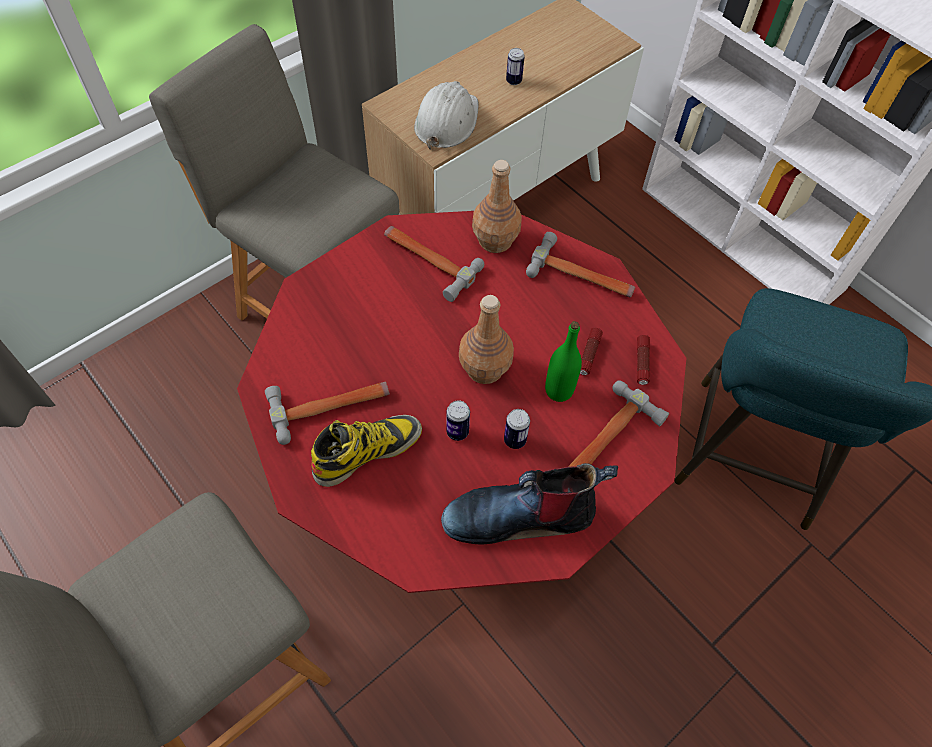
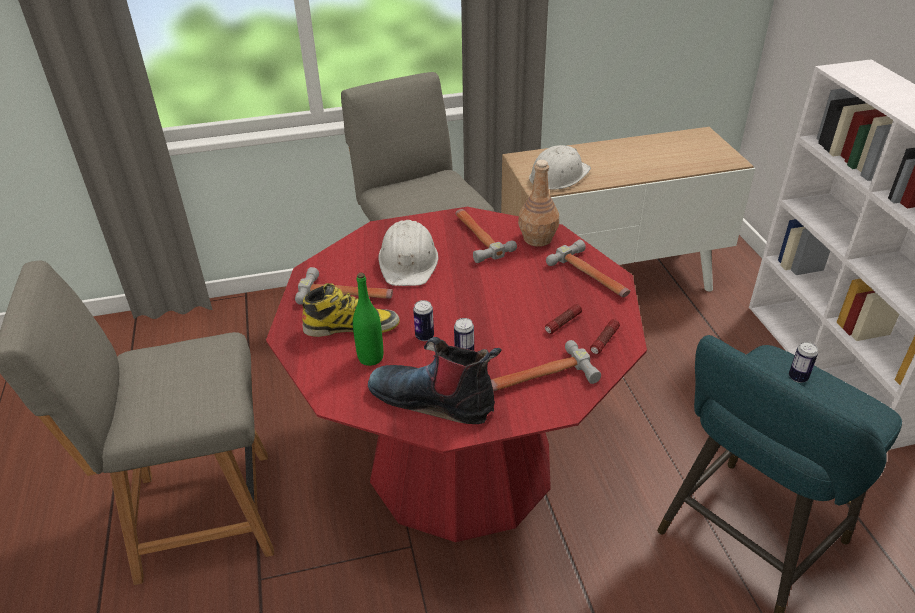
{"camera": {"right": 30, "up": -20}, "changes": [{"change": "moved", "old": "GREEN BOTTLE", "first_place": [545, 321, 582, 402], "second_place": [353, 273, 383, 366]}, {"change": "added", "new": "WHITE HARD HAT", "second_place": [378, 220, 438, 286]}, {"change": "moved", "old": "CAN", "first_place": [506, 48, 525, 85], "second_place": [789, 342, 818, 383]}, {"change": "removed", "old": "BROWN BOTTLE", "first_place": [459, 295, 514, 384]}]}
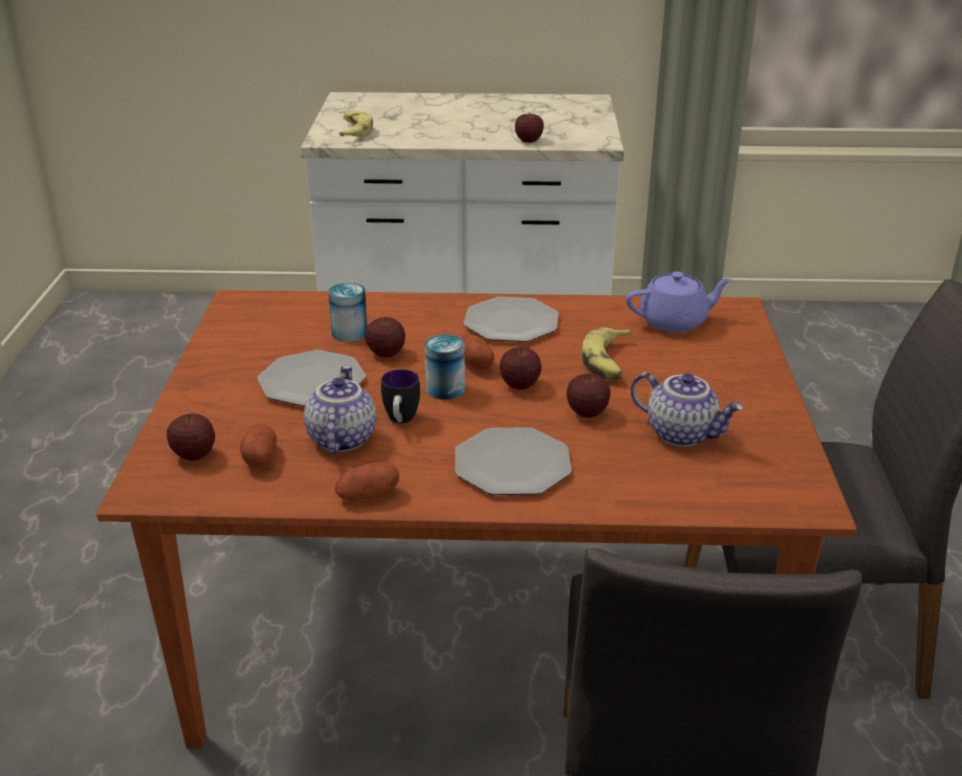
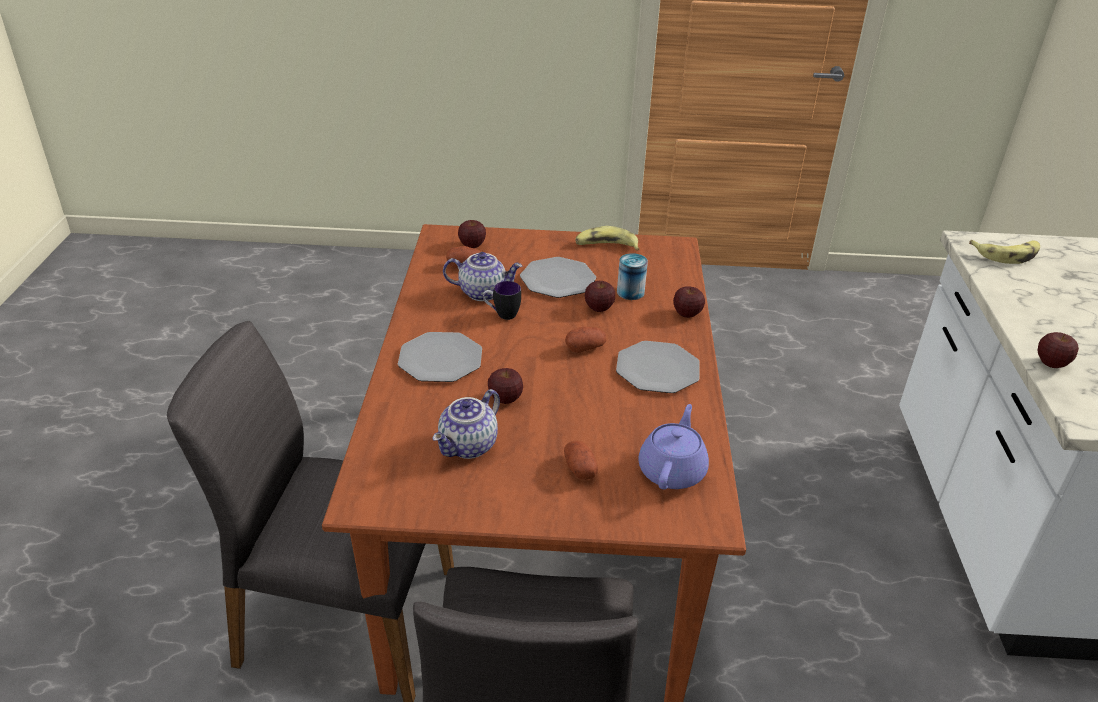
{"camera": {"right": 90, "up": 5}, "changes": [{"change": "moved", "old": "POTATO", "first_place": [335, 462, 399, 500], "second_place": [564, 441, 598, 480]}, {"change": "moved", "old": "BANANA", "first_place": [582, 327, 631, 381], "second_place": [575, 226, 639, 250]}, {"change": "turned", "old": "PURPLE TEAPOT", "first_place": [626, 272, 733, 332], "second_place": [638, 404, 709, 490], "degrees": -150}, {"change": "moved", "old": "APPLE", "first_place": [499, 347, 542, 390], "second_place": [673, 286, 705, 318]}, {"change": "removed", "old": "CAN", "first_place": [425, 334, 465, 400]}]}
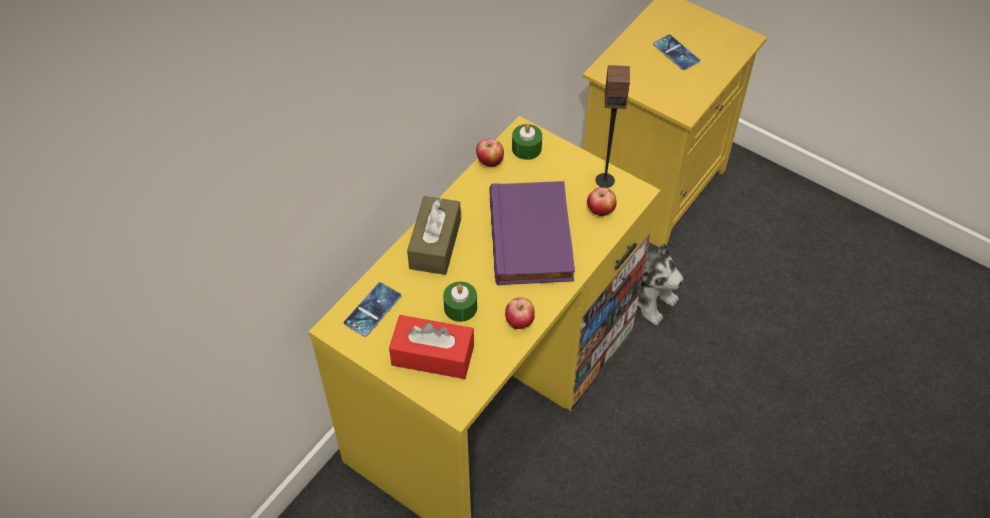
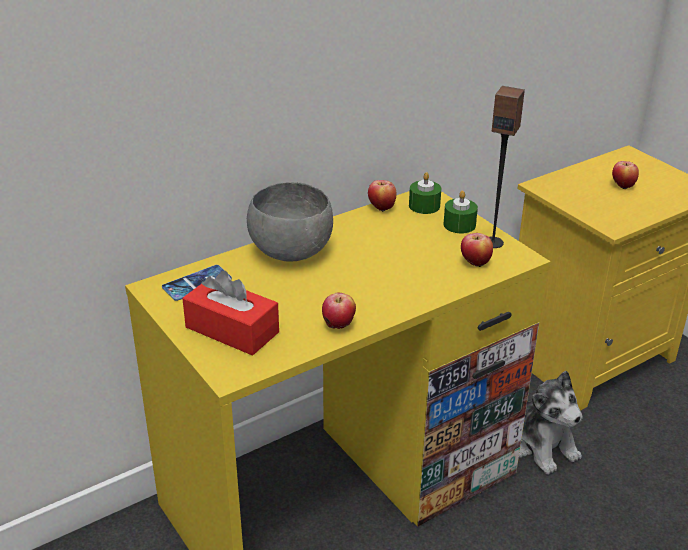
{"camera": {"right": 20, "up": -20}, "changes": [{"change": "replaced", "old": "BROWN TISSUE BOX", "new": "GREY BOWL", "first_place": [407, 196, 461, 275], "second_place": [247, 182, 333, 262]}, {"change": "moved", "old": "GREEN CANDLE", "first_place": [443, 282, 477, 322], "second_place": [443, 191, 478, 233]}, {"change": "replaced", "old": "PHONE", "new": "APPLE", "first_place": [653, 35, 700, 70], "second_place": [612, 161, 639, 189]}, {"change": "removed", "old": "PURPLE BOOK", "first_place": [489, 181, 575, 285]}]}
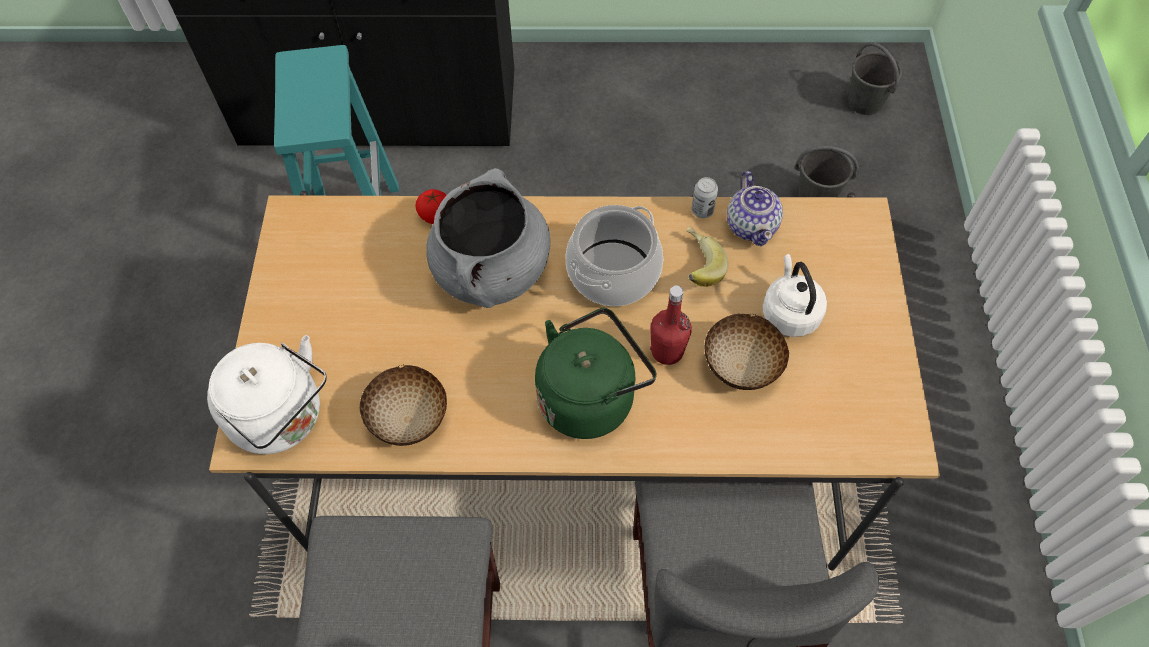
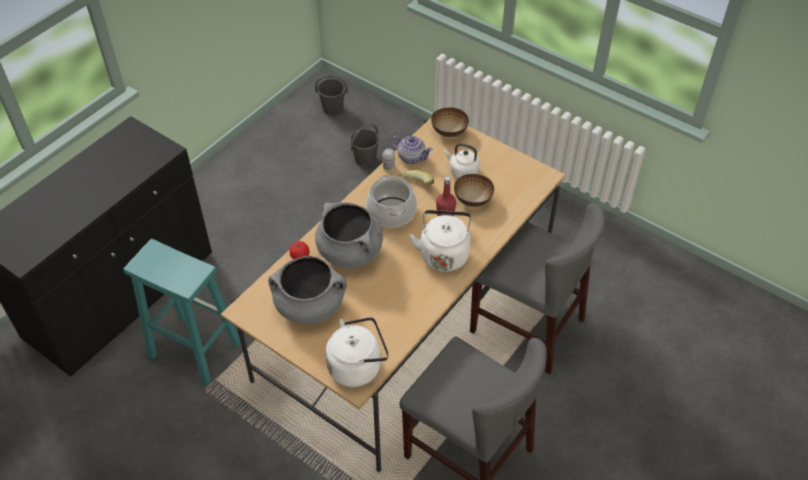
{"camera": {"right": -55, "up": -10}, "changes": [{"change": "added", "new": "GREY COOKING POT", "second_place": [268, 256, 347, 324]}, {"change": "recoloured", "old": "GREEN KETTLE", "new": "WHITE KETTLE", "first_place": [535, 308, 657, 439], "second_place": [410, 210, 471, 272]}, {"change": "moved", "old": "BOWL", "first_place": [360, 365, 447, 446], "second_place": [431, 108, 469, 137]}]}
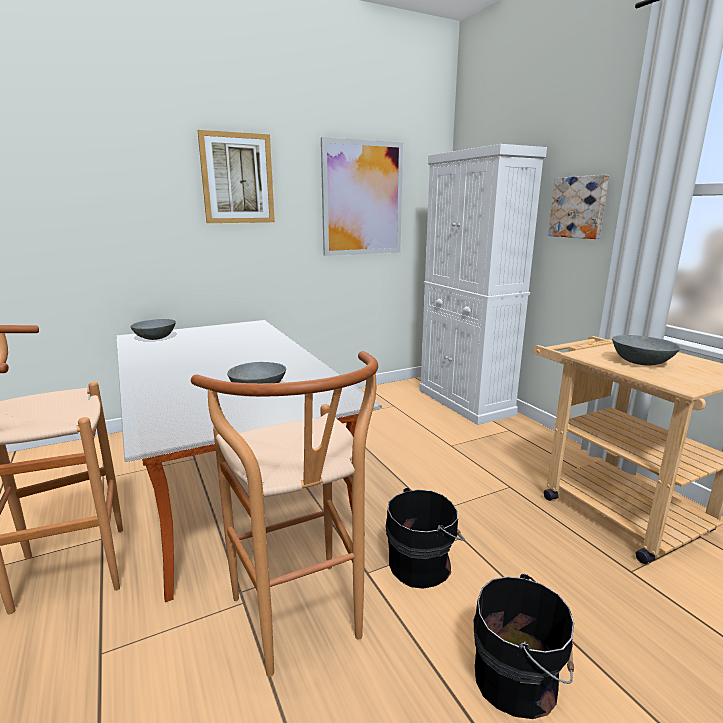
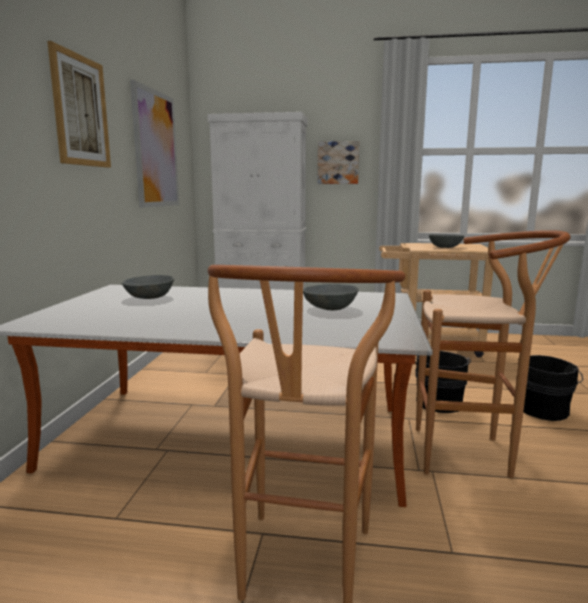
{"camera": {"right": -55, "up": -5}, "changes": [{"change": "moved", "old": "GREY BOWL", "first_place": [131, 319, 176, 340], "second_place": [122, 275, 174, 299]}]}
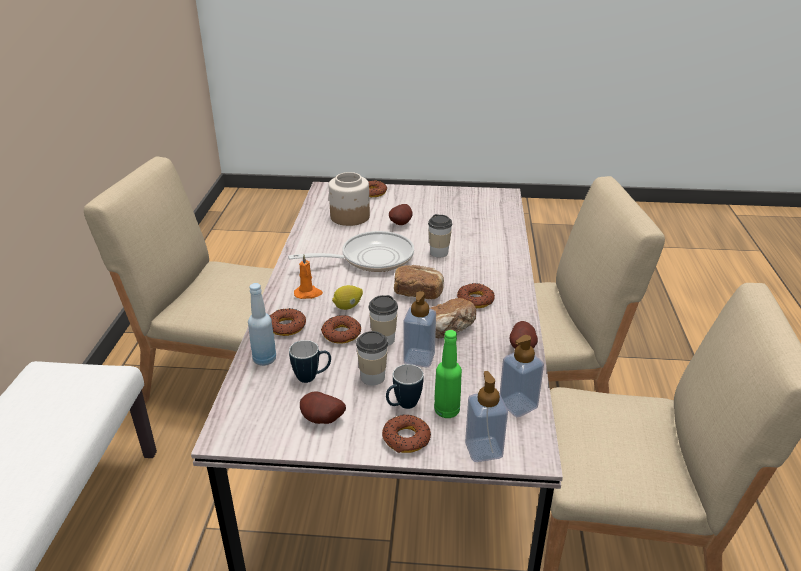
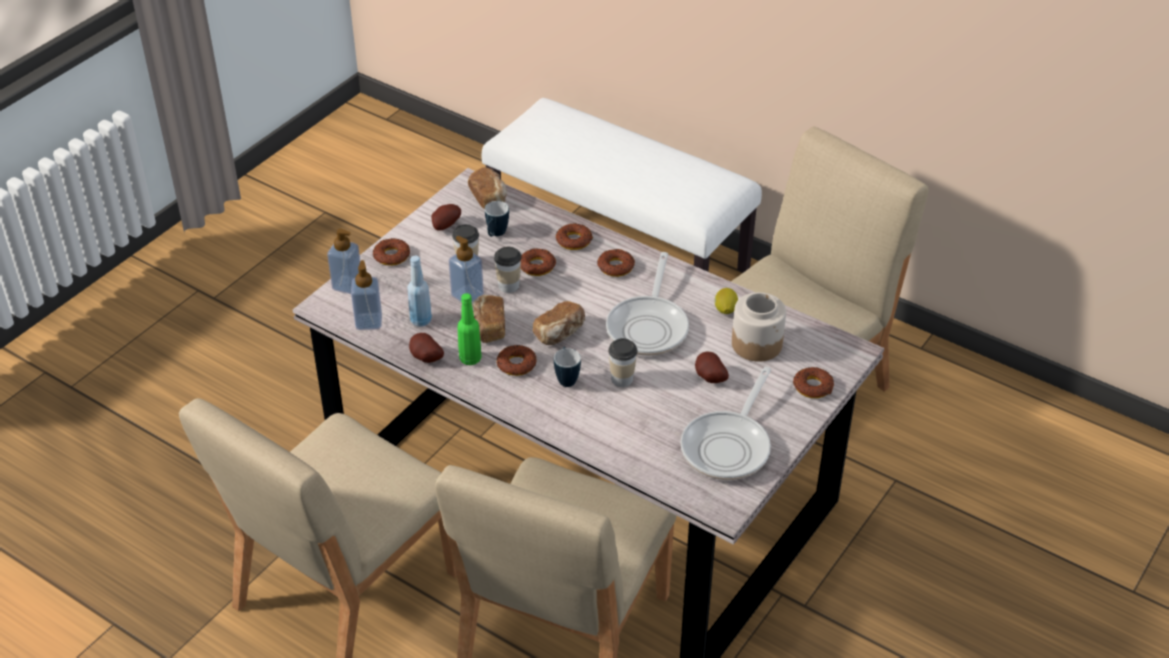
{"camera": {"right": 120, "up": 10}, "changes": [{"change": "moved", "old": "BLUE BOTTLE", "first_place": [248, 283, 276, 366], "second_place": [407, 255, 432, 327]}, {"change": "moved", "old": "GREEN BOTTLE", "first_place": [434, 330, 462, 418], "second_place": [457, 293, 482, 365]}, {"change": "added", "new": "BREAD", "second_place": [468, 167, 507, 209]}, {"change": "moved", "old": "MUG", "first_place": [386, 364, 424, 409], "second_place": [554, 347, 581, 387]}, {"change": "replaced", "old": "ORANGE CANDLE", "new": "DONUT", "first_place": [294, 255, 323, 299], "second_place": [597, 249, 635, 277]}, {"change": "added", "new": "FRYING PAN", "second_place": [681, 367, 771, 480]}, {"change": "moved", "old": "LEMON", "first_place": [332, 285, 363, 310], "second_place": [715, 288, 738, 314]}]}
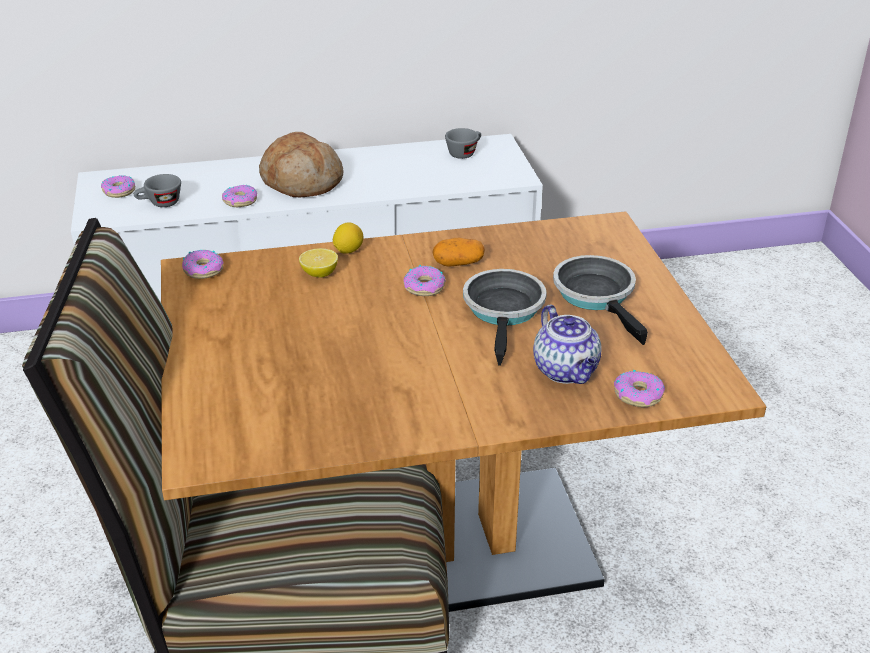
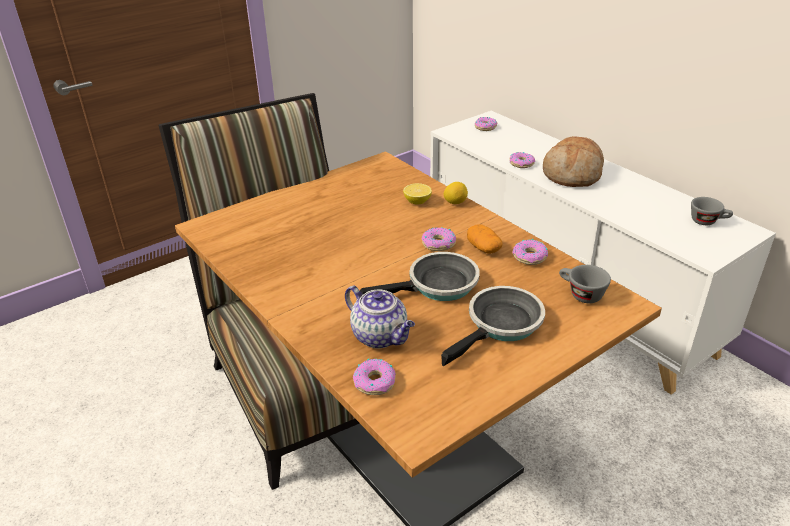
{"camera": {"right": 65, "up": 0}, "changes": [{"change": "turned", "old": "TEAPOT", "first_place": [533, 304, 602, 384], "second_place": [345, 286, 415, 349], "degrees": -90}, {"change": "moved", "old": "DONUT", "first_place": [182, 250, 224, 279], "second_place": [512, 239, 548, 265]}, {"change": "moved", "old": "GREY CUP", "first_place": [134, 174, 181, 207], "second_place": [559, 265, 611, 303]}]}
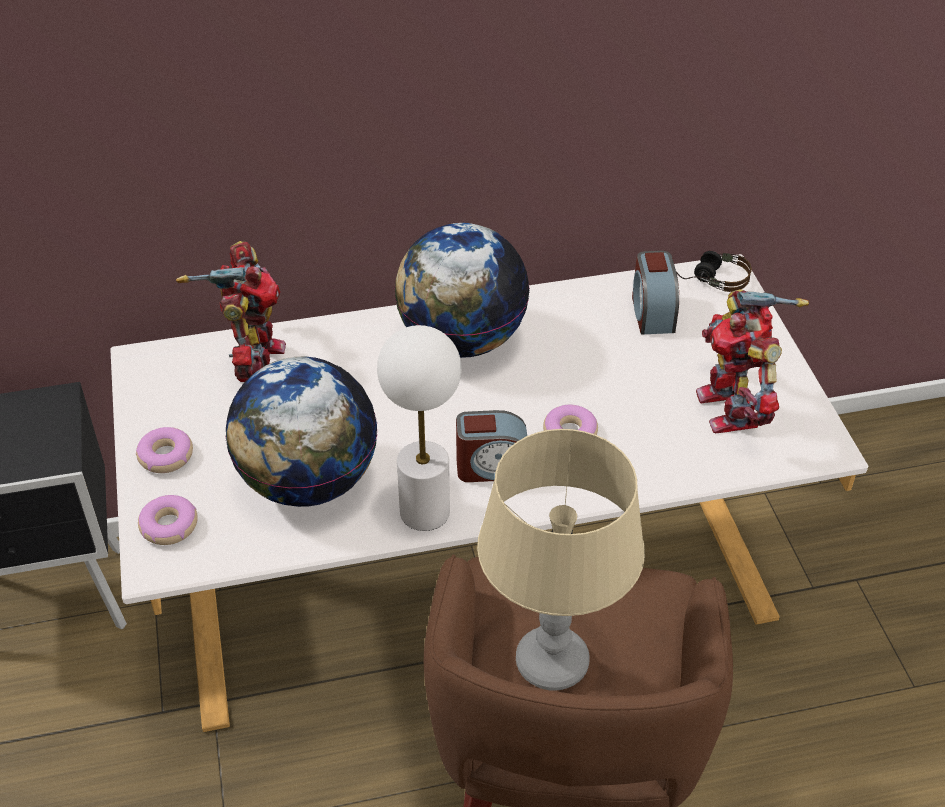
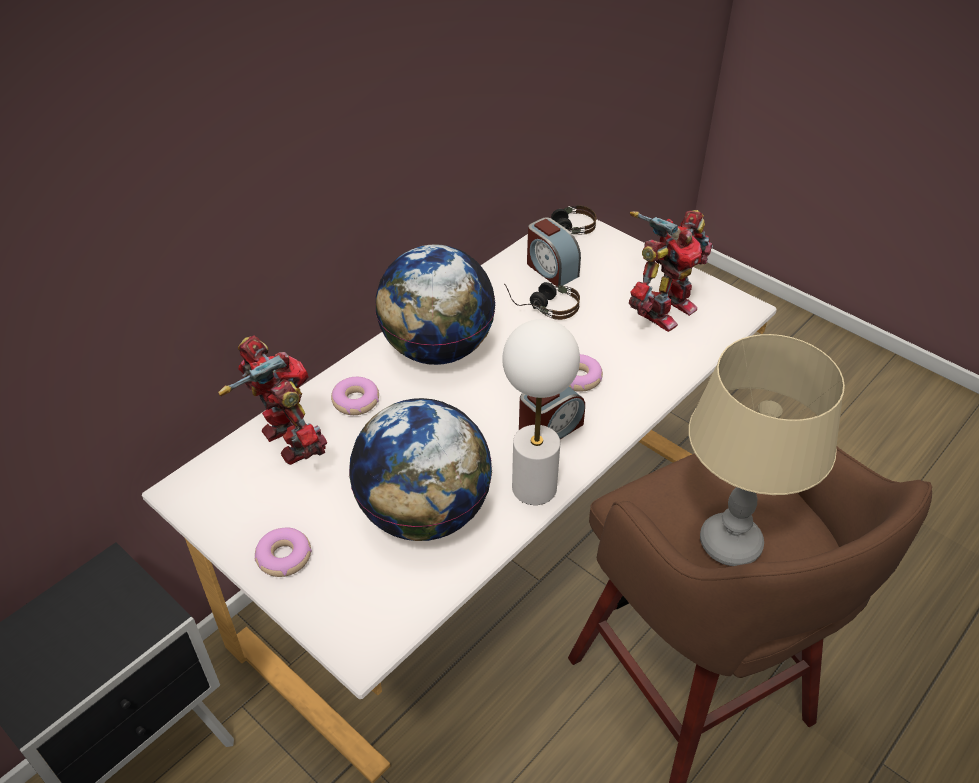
{"camera": {"right": -35, "up": 0}, "changes": [{"change": "moved", "old": "DONUT", "first_place": [138, 495, 198, 545], "second_place": [331, 377, 379, 415]}, {"change": "added", "new": "HEADPHONES", "second_place": [504, 282, 580, 320]}, {"change": "turned", "old": "TOY ROBOT", "first_place": [696, 289, 809, 433], "second_place": [629, 210, 713, 332], "degrees": -90}]}
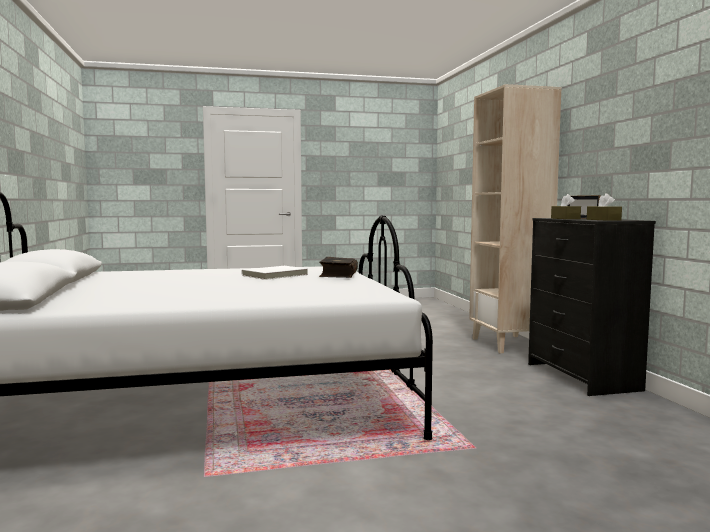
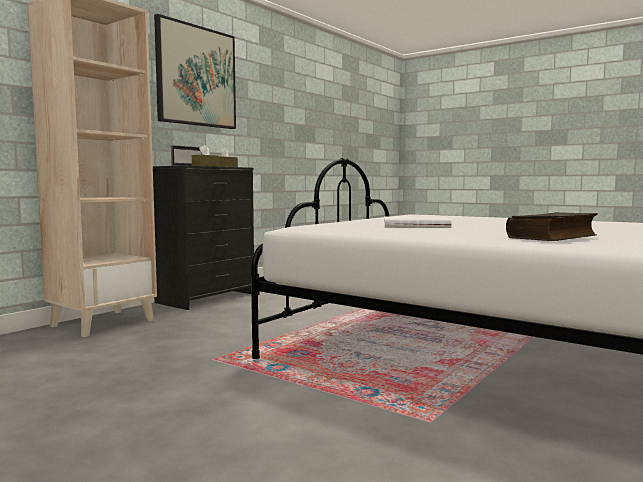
{"camera": {"right": -130, "up": 0}, "changes": [{"change": "added", "new": "PICTURE", "second_place": [154, 14, 236, 129]}, {"change": "moved", "old": "BOOK", "first_place": [319, 257, 358, 278], "second_place": [506, 212, 598, 241]}]}
